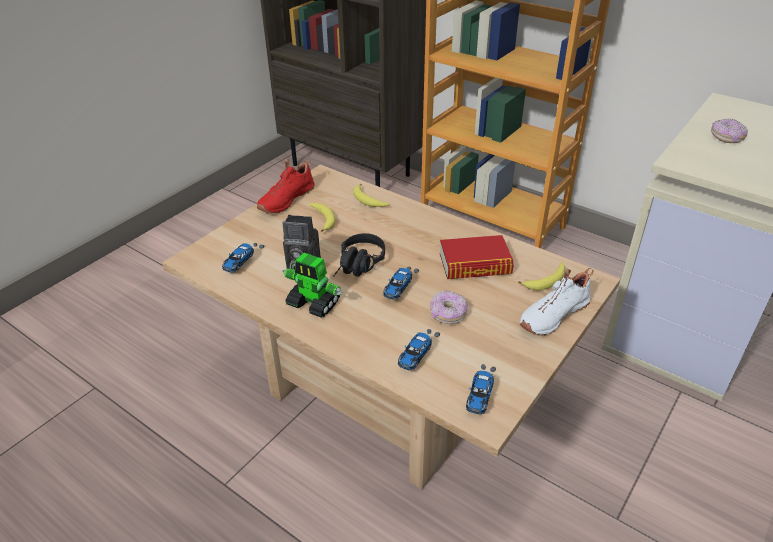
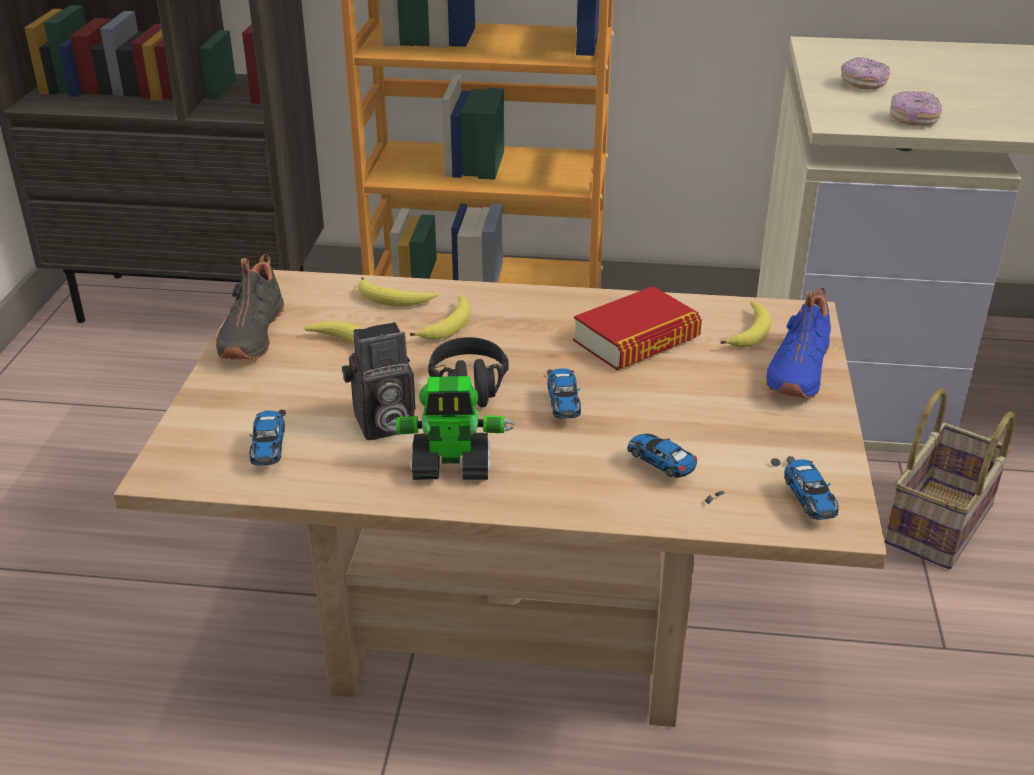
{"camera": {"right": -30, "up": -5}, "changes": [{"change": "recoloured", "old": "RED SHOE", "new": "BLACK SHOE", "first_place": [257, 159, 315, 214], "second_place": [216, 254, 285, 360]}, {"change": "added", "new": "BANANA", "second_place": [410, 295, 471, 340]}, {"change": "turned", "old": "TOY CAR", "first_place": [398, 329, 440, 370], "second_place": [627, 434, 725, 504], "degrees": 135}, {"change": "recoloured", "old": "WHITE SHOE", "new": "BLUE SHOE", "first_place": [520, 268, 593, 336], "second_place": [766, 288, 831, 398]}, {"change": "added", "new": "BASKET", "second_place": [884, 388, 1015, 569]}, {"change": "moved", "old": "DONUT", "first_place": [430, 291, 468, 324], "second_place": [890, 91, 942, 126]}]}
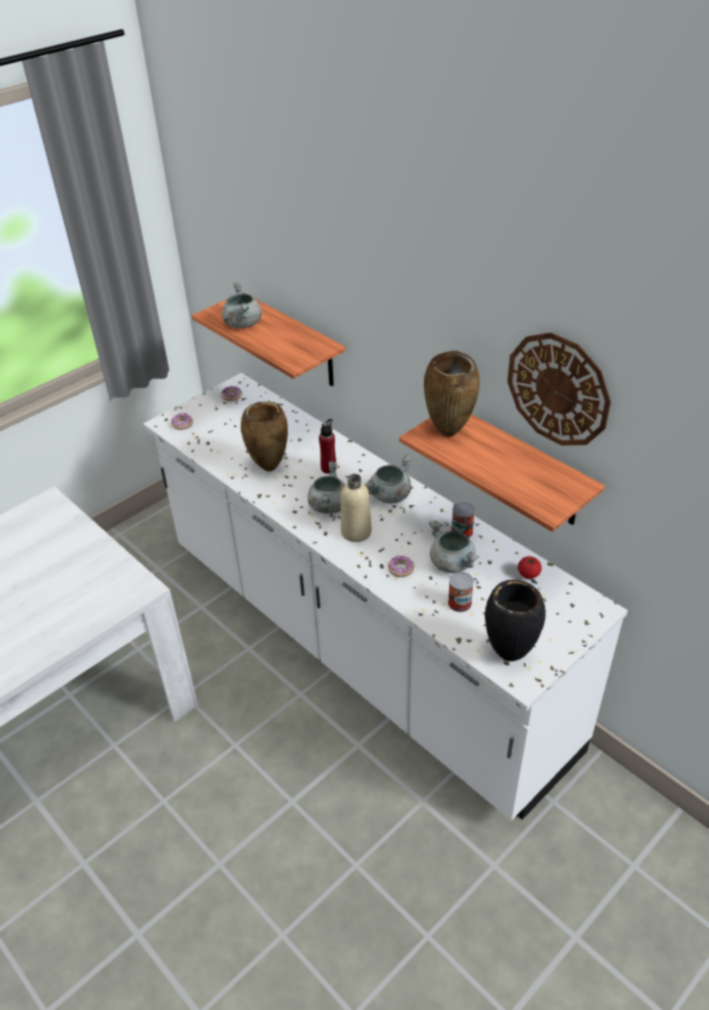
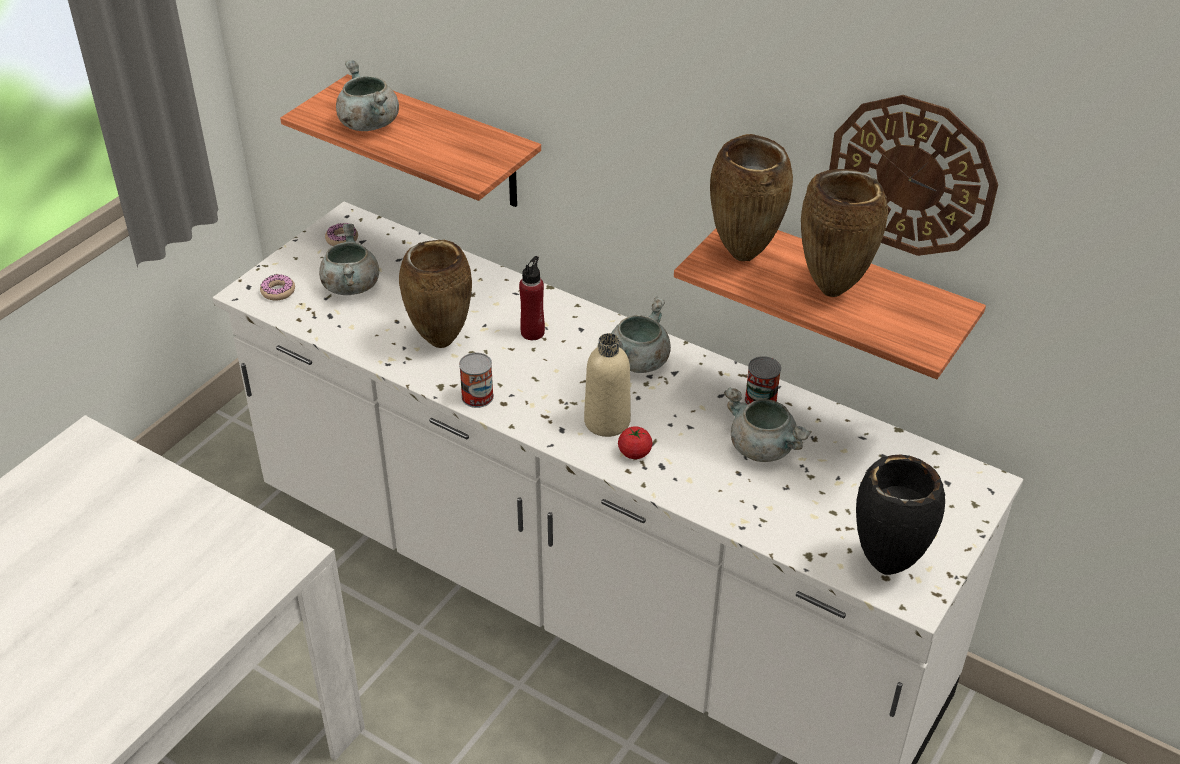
{"camera": {"right": -15, "up": 0}, "changes": [{"change": "moved", "old": "GREY COOKING POT", "first_place": [308, 462, 346, 514], "second_place": [319, 224, 379, 295]}, {"change": "moved", "old": "CAN", "first_place": [448, 572, 474, 612], "second_place": [459, 353, 494, 408]}, {"change": "moved", "old": "TOMATO", "first_place": [518, 556, 542, 579], "second_place": [618, 426, 652, 459]}, {"change": "added", "new": "BROWN VASE", "second_place": [801, 169, 888, 297]}, {"change": "removed", "old": "DONUT", "first_place": [388, 556, 414, 577]}]}
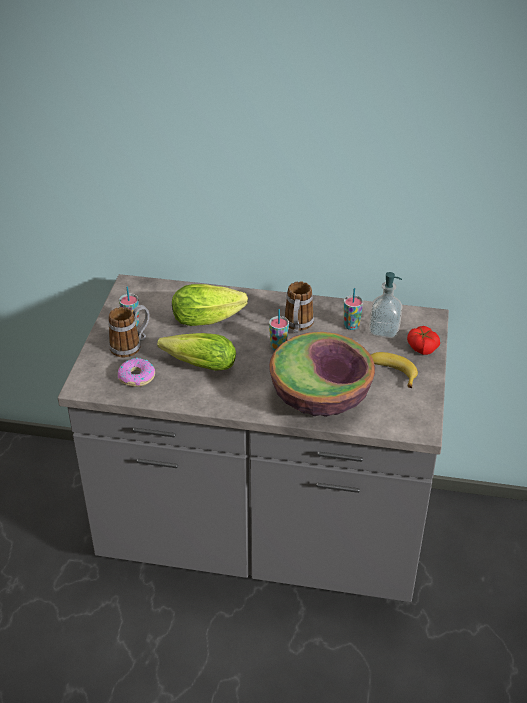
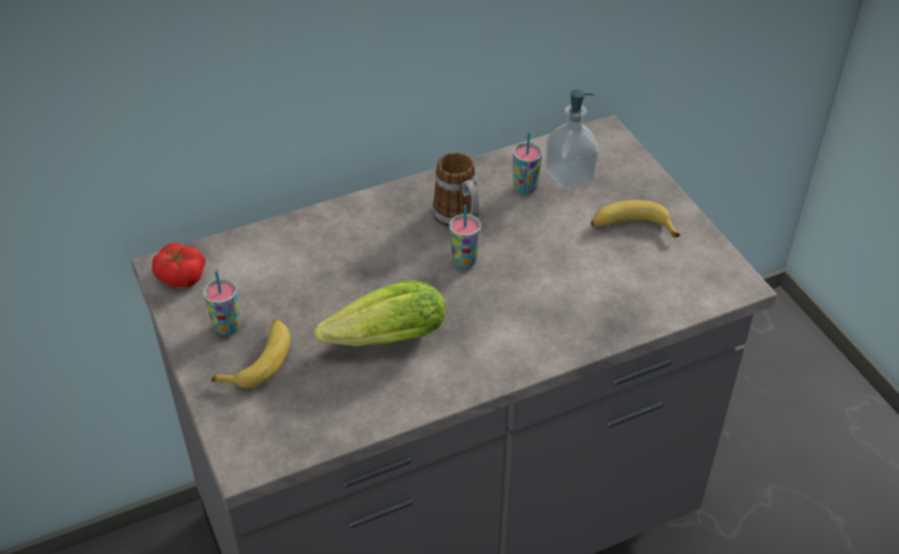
{"camera": {"right": -35, "up": 5}, "changes": [{"change": "moved", "old": "TOMATO", "first_place": [407, 326, 440, 355], "second_place": [152, 243, 205, 287]}, {"change": "replaced", "old": "MUG", "new": "BANANA", "first_place": [108, 305, 150, 357], "second_place": [211, 319, 290, 388]}, {"change": "removed", "old": "DONUT", "first_place": [118, 358, 155, 387]}, {"change": "removed", "old": "LETTUCE", "first_place": [172, 284, 248, 326]}, {"change": "removed", "old": "BOWL", "first_place": [269, 332, 375, 417]}]}
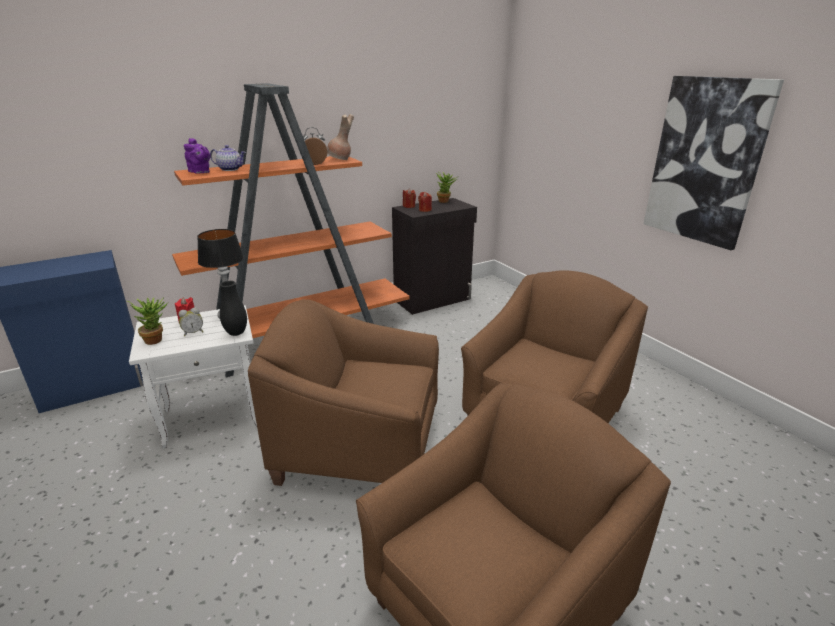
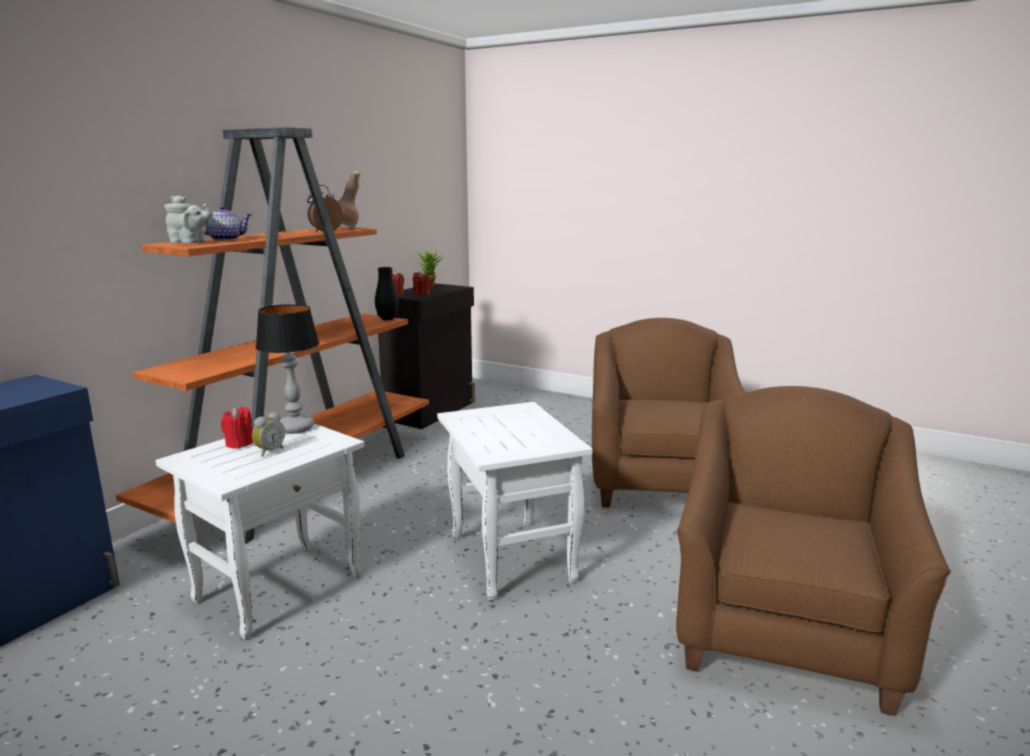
{"camera": {"right": -30, "up": -10}, "changes": [{"change": "recoloured", "old": "PURPLE TEAPOT", "new": "GREY TEAPOT", "first_place": [184, 138, 210, 174], "second_place": [165, 195, 213, 243]}, {"change": "moved", "old": "BLACK VASE", "first_place": [220, 281, 247, 336], "second_place": [375, 267, 399, 320]}, {"change": "replaced", "old": "BROWN ARMCHAIR", "new": "WHITE SIDE TABLE", "first_place": [248, 299, 439, 486], "second_place": [437, 402, 593, 601]}, {"change": "removed", "old": "POTTED PLANT", "first_place": [127, 298, 169, 345]}, {"change": "removed", "old": "PICTURE", "first_place": [643, 76, 784, 250]}]}
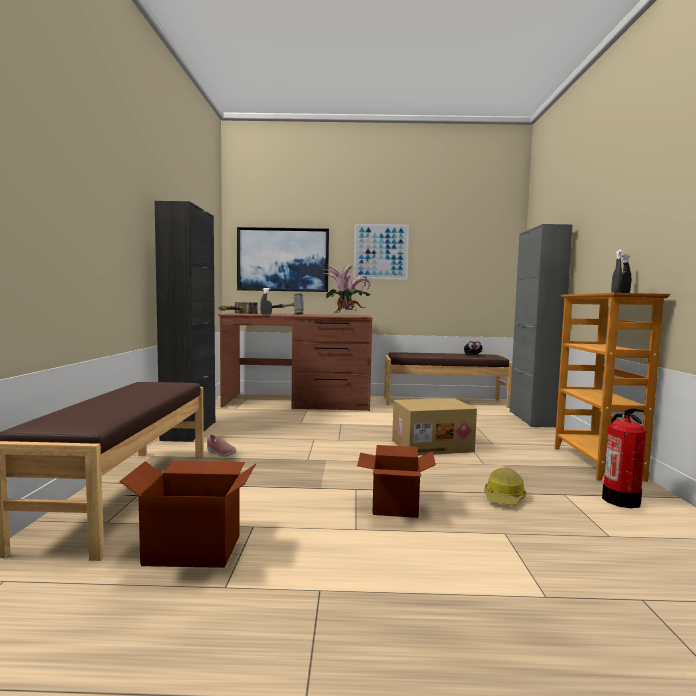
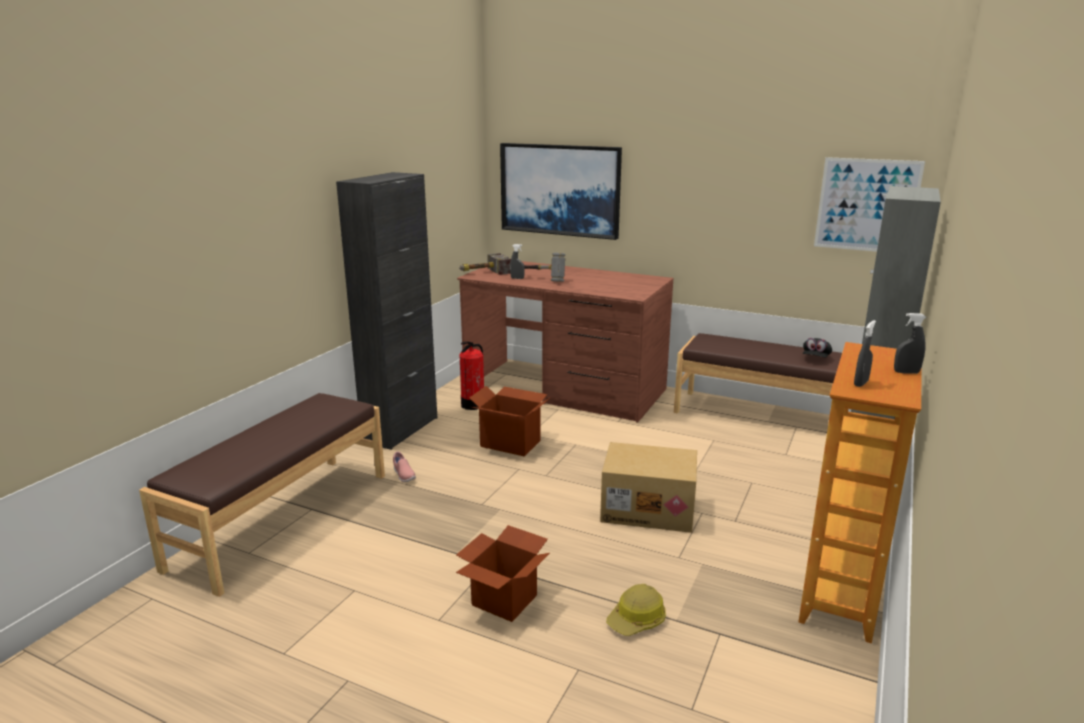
{"camera": {"right": 25, "up": 15}, "changes": [{"change": "moved", "old": "FIRE EXTINGUISHER", "first_place": [602, 409, 646, 508], "second_place": [459, 341, 484, 410]}, {"change": "moved", "old": "CARDBOARD BOX", "first_place": [120, 461, 256, 568], "second_place": [470, 386, 550, 457]}, {"change": "moved", "old": "PICTURE", "first_place": [354, 224, 409, 280], "second_place": [814, 157, 925, 252]}, {"change": "removed", "old": "POTTED PLANT", "first_place": [323, 265, 371, 314]}]}
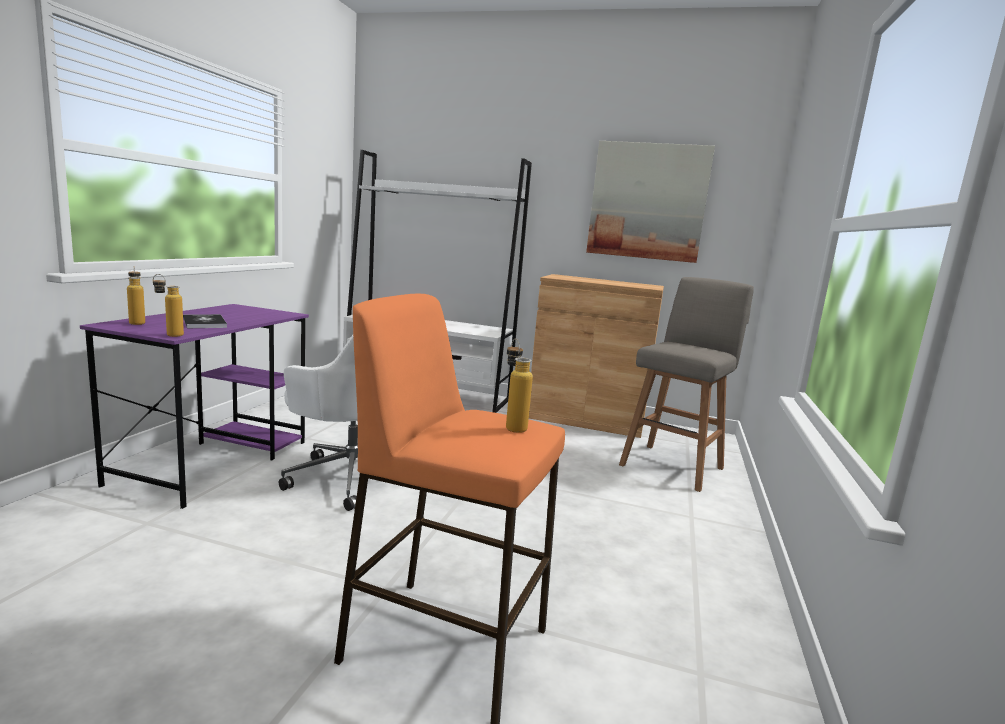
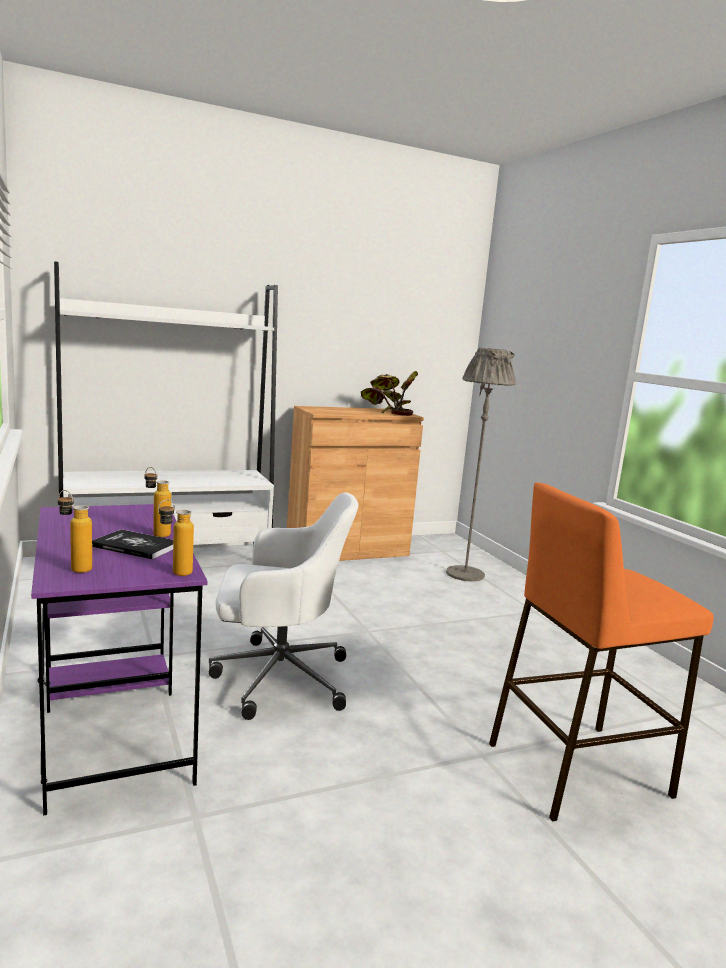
{"camera": {"right": -40, "up": 0}, "changes": [{"change": "moved", "old": "BOTTLE", "first_place": [506, 339, 533, 433], "second_place": [145, 467, 171, 537]}, {"change": "added", "new": "POTTED PLANT", "second_place": [361, 371, 418, 416]}, {"change": "replaced", "old": "GREY STOOL", "new": "GREY FLOOR LAMP", "first_place": [619, 277, 754, 492], "second_place": [446, 348, 516, 582]}, {"change": "removed", "old": "PICTURE", "first_place": [586, 141, 715, 263]}]}
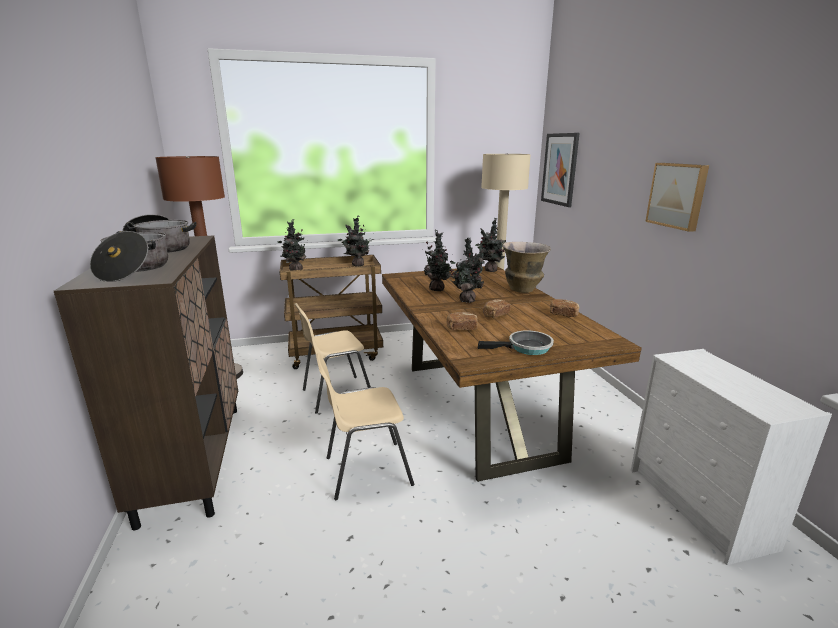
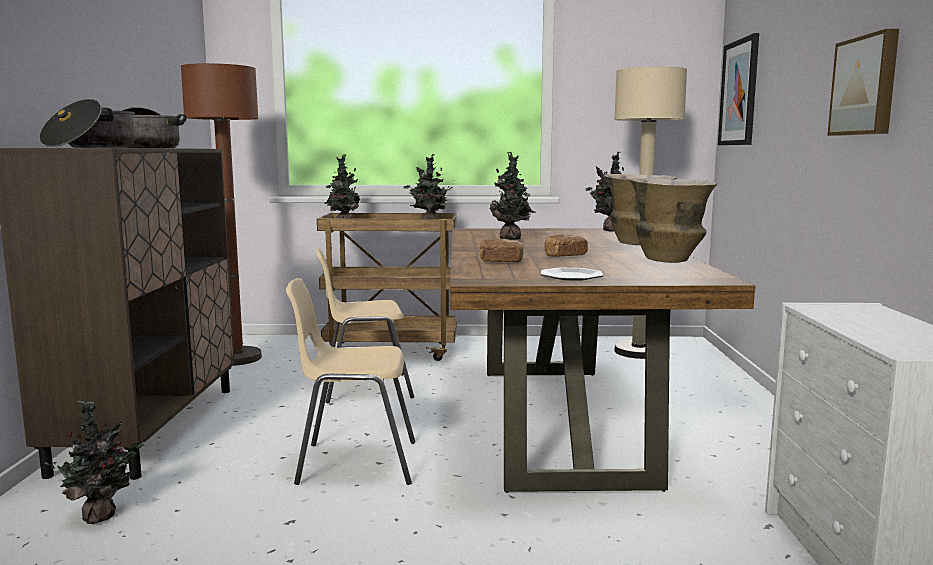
{"camera": {"right": 15, "up": -10}, "changes": [{"change": "moved", "old": "POTTED PLANT", "first_place": [451, 237, 485, 303], "second_place": [42, 401, 144, 524]}, {"change": "replaced", "old": "FRYING PAN", "new": "PLATE", "first_place": [478, 330, 554, 355], "second_place": [541, 268, 603, 281]}, {"change": "replaced", "old": "BREAD", "new": "VASE", "first_place": [550, 299, 579, 317], "second_place": [630, 178, 717, 263]}]}
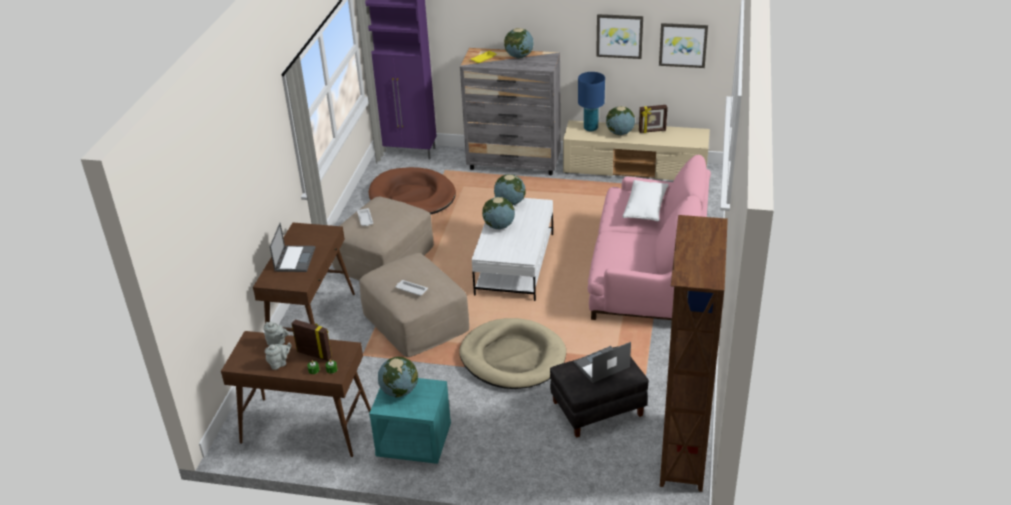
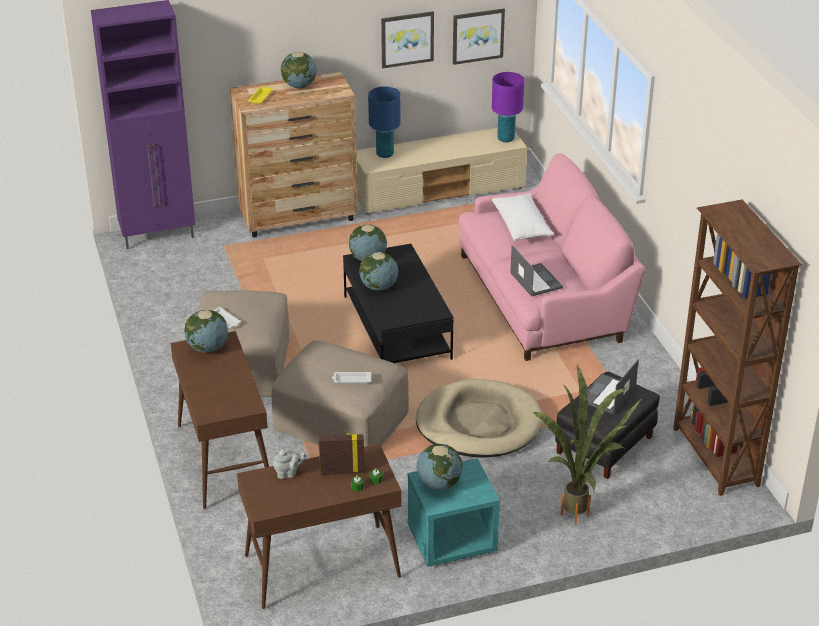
{"camera": {"right": -30, "up": 0}, "changes": [{"change": "moved", "old": "GLOBE", "first_place": [606, 106, 635, 135], "second_place": [184, 310, 228, 353]}, {"change": "recoloured", "old": "GREY DRESSER", "new": "BROWN DRESSER", "first_place": [460, 48, 561, 175], "second_place": [230, 72, 358, 237]}, {"change": "recoloured", "old": "WHITE COFFEE TABLE", "new": "BLACK COFFEE TABLE", "first_place": [471, 196, 553, 301], "second_place": [343, 244, 453, 363]}, {"change": "added", "new": "PURPLE TABLE LAMP", "second_place": [492, 72, 524, 142]}, {"change": "moved", "old": "LAPTOP", "first_place": [270, 223, 316, 272], "second_place": [510, 245, 563, 297]}, {"change": "added", "new": "POTTED PLANT", "second_place": [533, 366, 644, 525]}, {"change": "removed", "old": "GREY TEAPOT", "first_place": [265, 343, 292, 370]}, {"change": "removed", "old": "BROWN DOG BED", "first_place": [368, 167, 456, 214]}, {"change": "removed", "old": "PICTURE FRAME", "first_place": [639, 105, 667, 133]}]}
